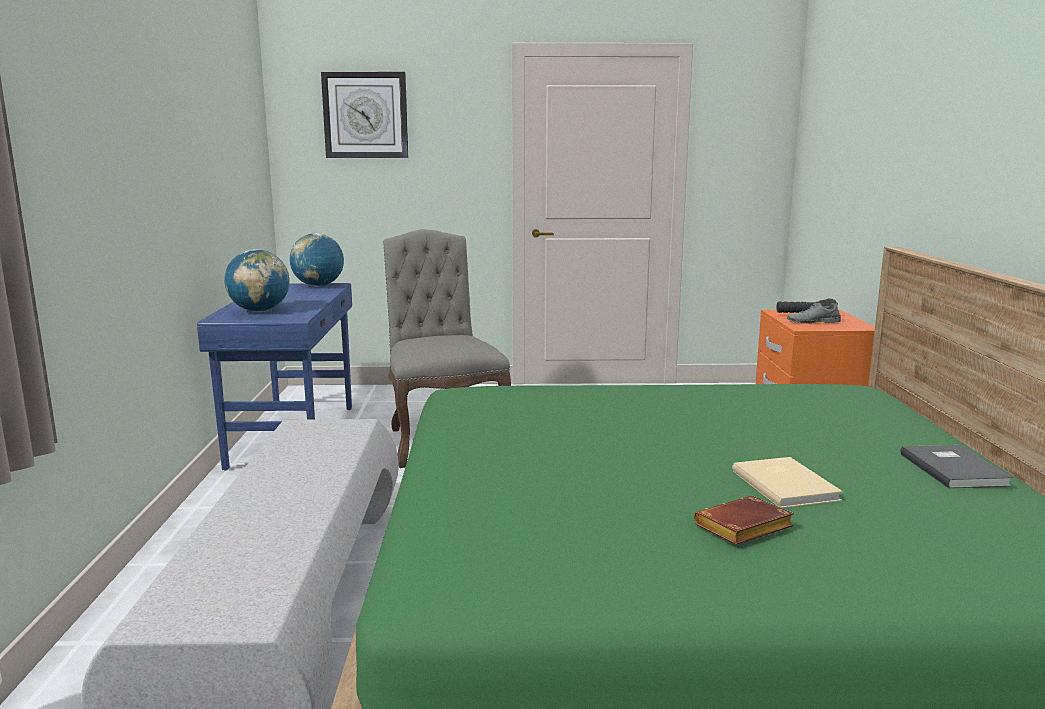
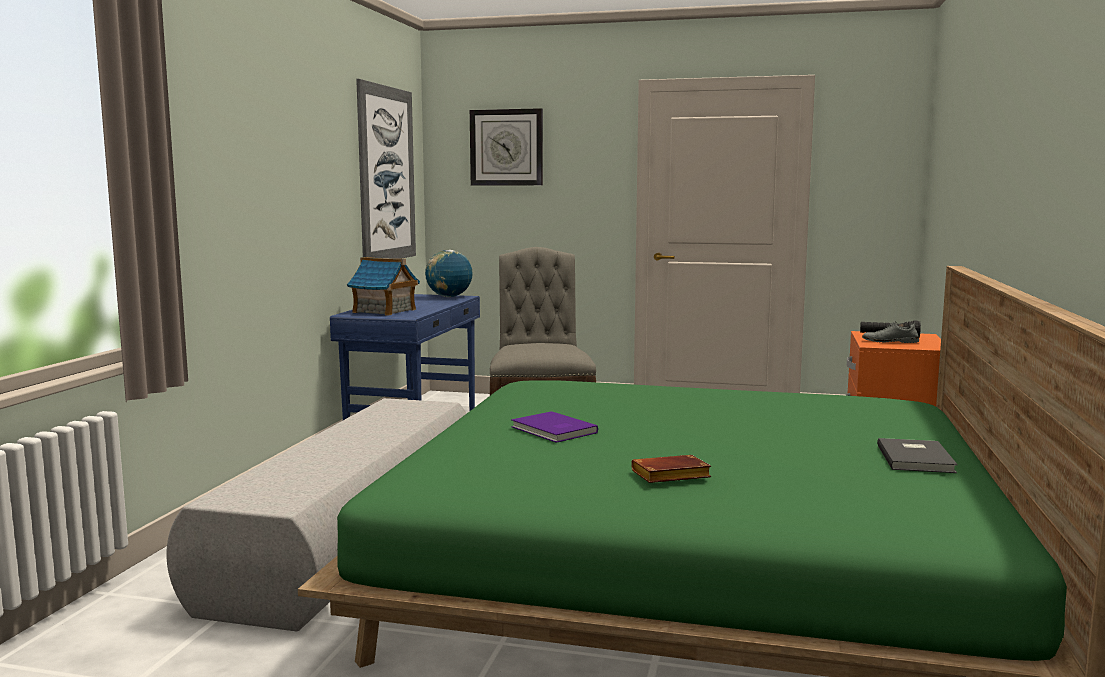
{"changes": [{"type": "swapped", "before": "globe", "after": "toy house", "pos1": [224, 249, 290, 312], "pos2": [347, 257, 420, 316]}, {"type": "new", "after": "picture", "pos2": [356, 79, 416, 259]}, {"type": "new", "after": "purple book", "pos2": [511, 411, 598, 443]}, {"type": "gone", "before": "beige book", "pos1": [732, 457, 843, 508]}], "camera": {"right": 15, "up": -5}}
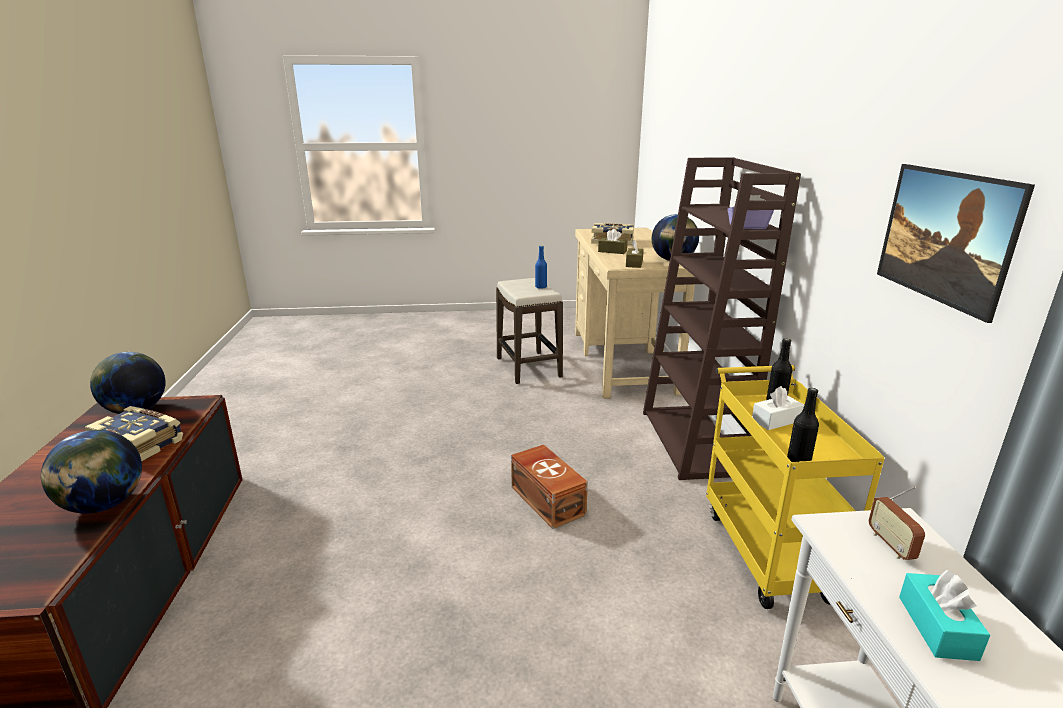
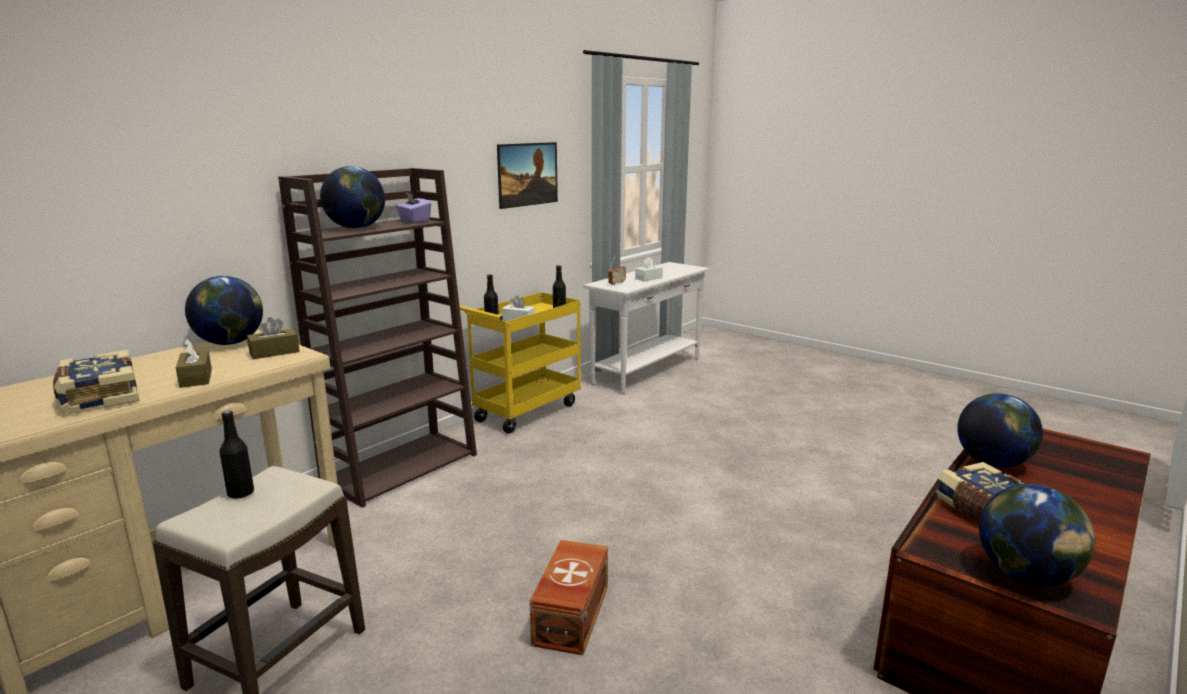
{"changes": [{"type": "repainted", "before": "blue bottle", "after": "black bottle", "pos1": [535, 246, 547, 288], "pos2": [220, 410, 254, 499]}, {"type": "new", "after": "globe", "pos2": [320, 166, 385, 229]}, {"type": "shifted", "before": "brown storage box", "pos1": [511, 444, 588, 529], "pos2": [530, 540, 608, 655]}, {"type": "repainted", "before": "turquoise tissue box", "after": "white tissue box", "pos1": [899, 570, 990, 661], "pos2": [635, 257, 663, 281]}], "camera": {"right": -135, "up": -5}}
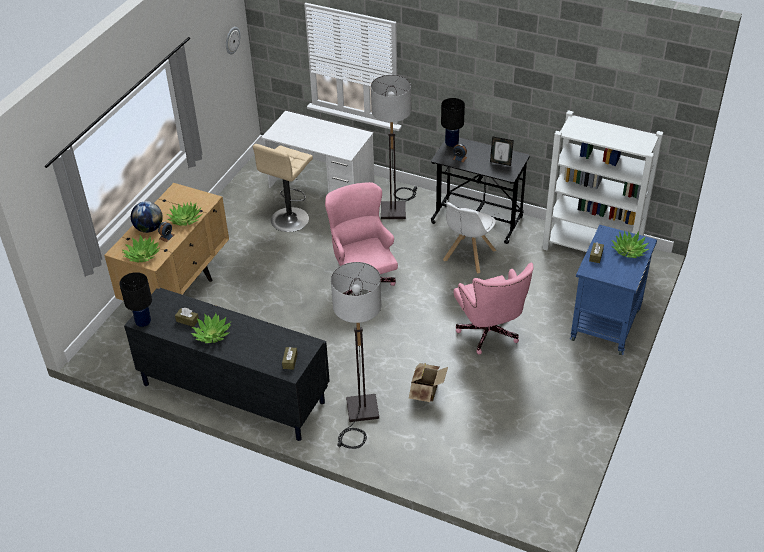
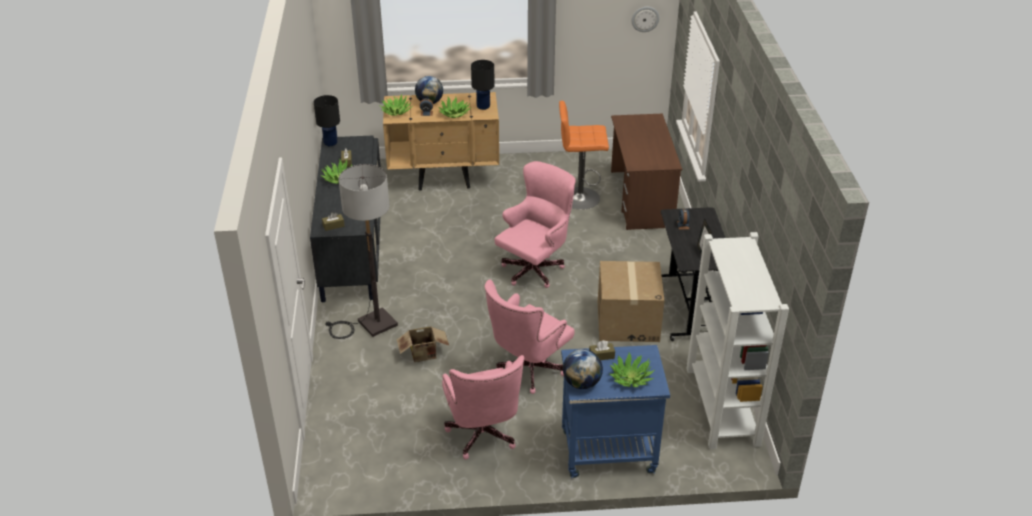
{"changes": [{"type": "new", "after": "pink office chair", "pos2": [442, 355, 524, 460]}, {"type": "shifted", "before": "black table lamp", "pos1": [441, 98, 465, 147], "pos2": [471, 60, 495, 110]}, {"type": "repainted", "before": "beige stool", "after": "orange stool", "pos1": [253, 144, 313, 232], "pos2": [559, 101, 609, 210]}, {"type": "new", "after": "globe", "pos2": [563, 349, 603, 389]}, {"type": "swapped", "before": "white chair", "after": "cardboard box", "pos1": [443, 202, 496, 274], "pos2": [598, 261, 665, 342]}, {"type": "repainted", "before": "white desk", "after": "brown desk", "pos1": [261, 111, 374, 193], "pos2": [611, 114, 682, 230]}, {"type": "gone", "before": "floor lamp", "pos1": [371, 75, 417, 219]}], "camera": {"right": 60, "up": -5}}
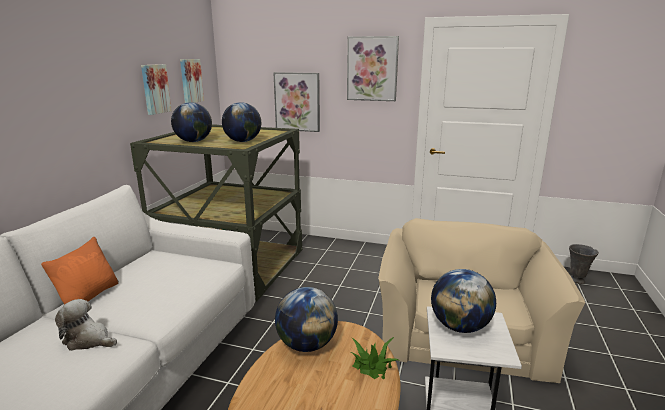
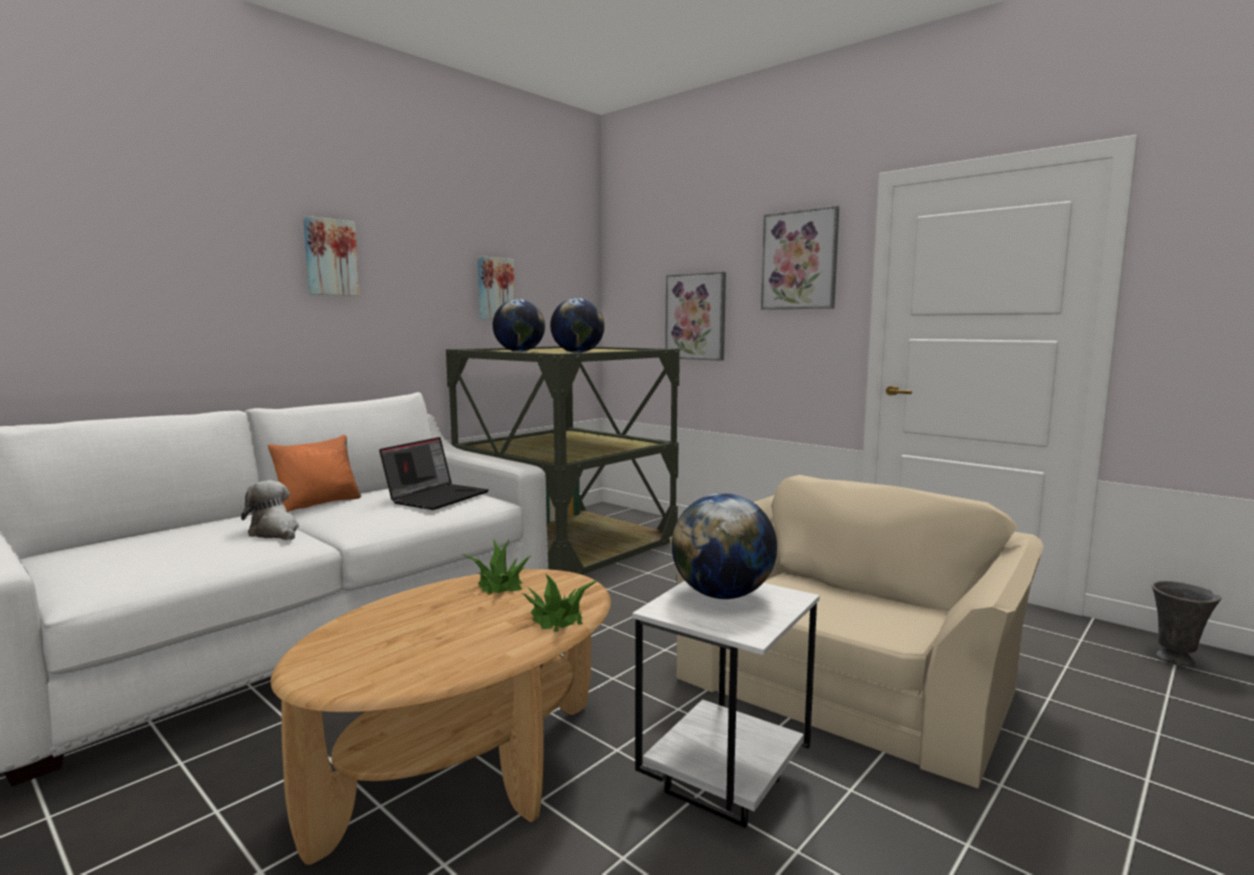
{"changes": [{"type": "shifted", "before": "picture", "pos1": [180, 59, 204, 103], "pos2": [303, 216, 359, 296]}, {"type": "new", "after": "laptop", "pos2": [379, 437, 489, 510]}, {"type": "swapped", "before": "globe", "after": "potted plant", "pos1": [275, 287, 338, 352], "pos2": [462, 539, 532, 594]}], "camera": {"right": 25, "up": -10}}
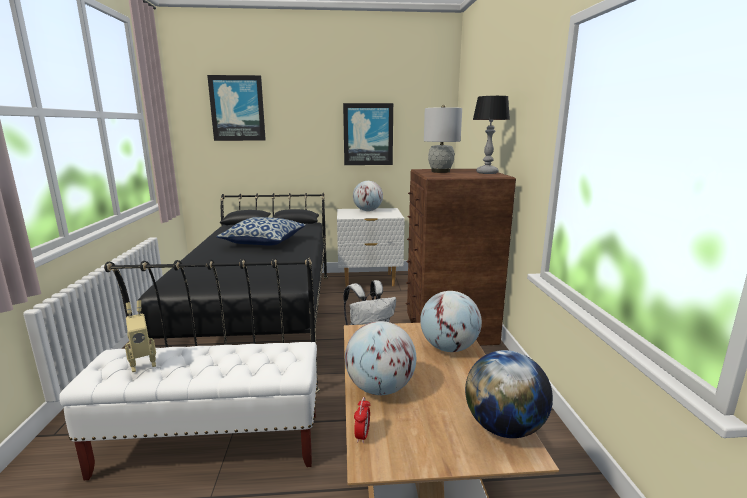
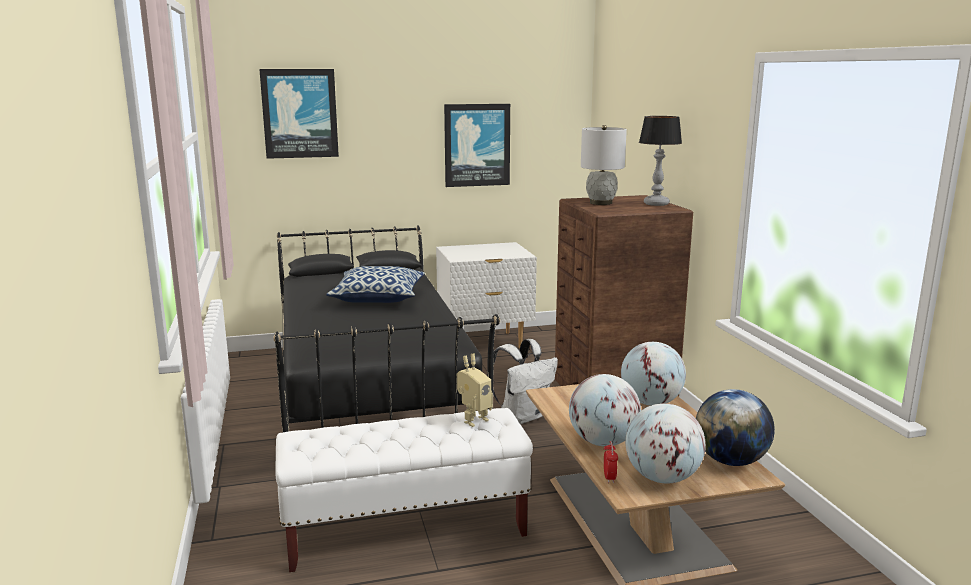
{"changes": [{"type": "shifted", "before": "toy robot", "pos1": [125, 300, 156, 372], "pos2": [457, 354, 493, 427]}, {"type": "shifted", "before": "globe", "pos1": [353, 181, 383, 211], "pos2": [625, 403, 706, 484]}], "camera": {"right": -10, "up": 0}}
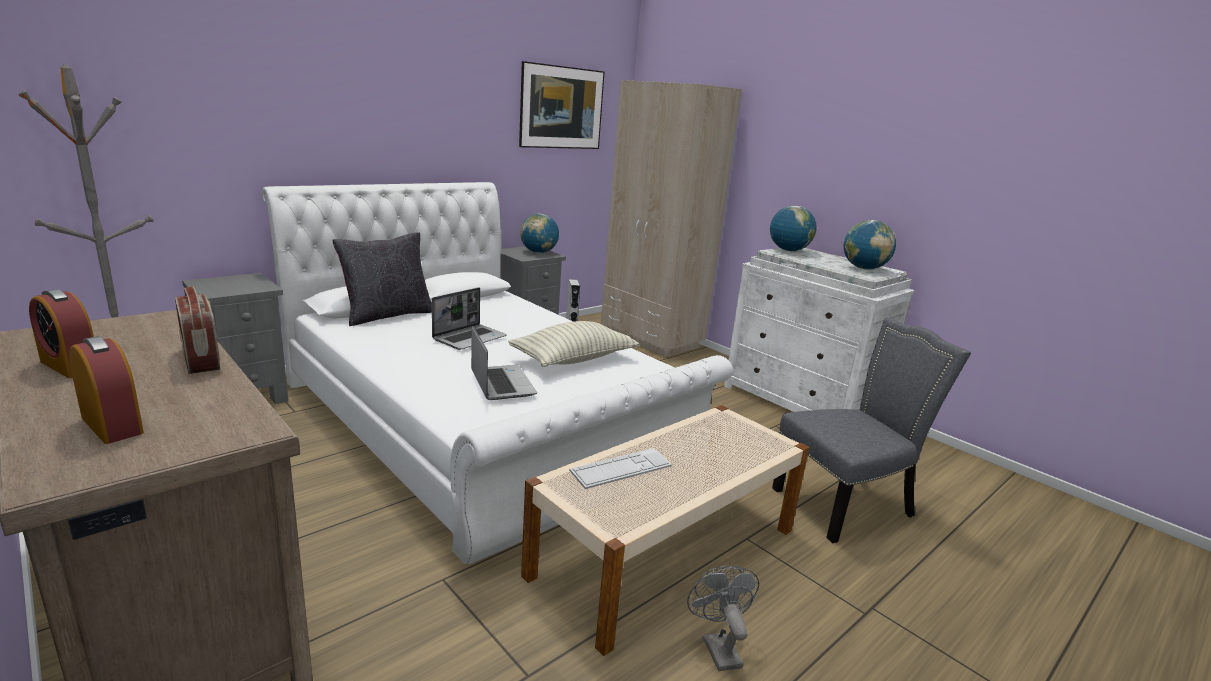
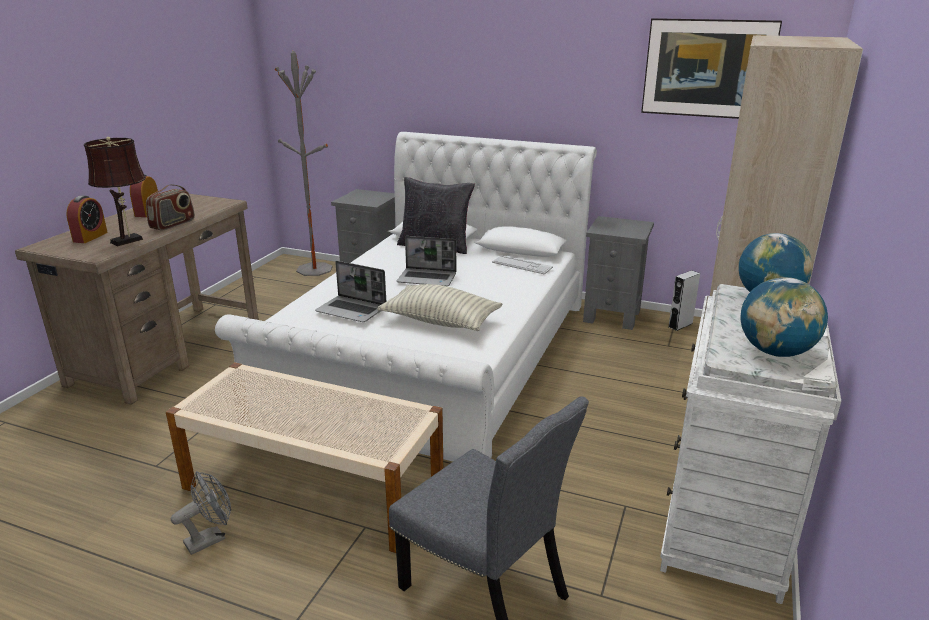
{"changes": [{"type": "new", "after": "brown table lamp", "pos2": [84, 137, 146, 246]}, {"type": "rotated", "before": "laptop", "pos1": [471, 325, 537, 400], "pos2": [315, 261, 386, 322], "turn": 75}, {"type": "shifted", "before": "keyboard", "pos1": [569, 448, 672, 489], "pos2": [492, 255, 553, 275]}, {"type": "gone", "before": "globe", "pos1": [520, 213, 559, 253]}], "camera": {"right": 65, "up": 5}}
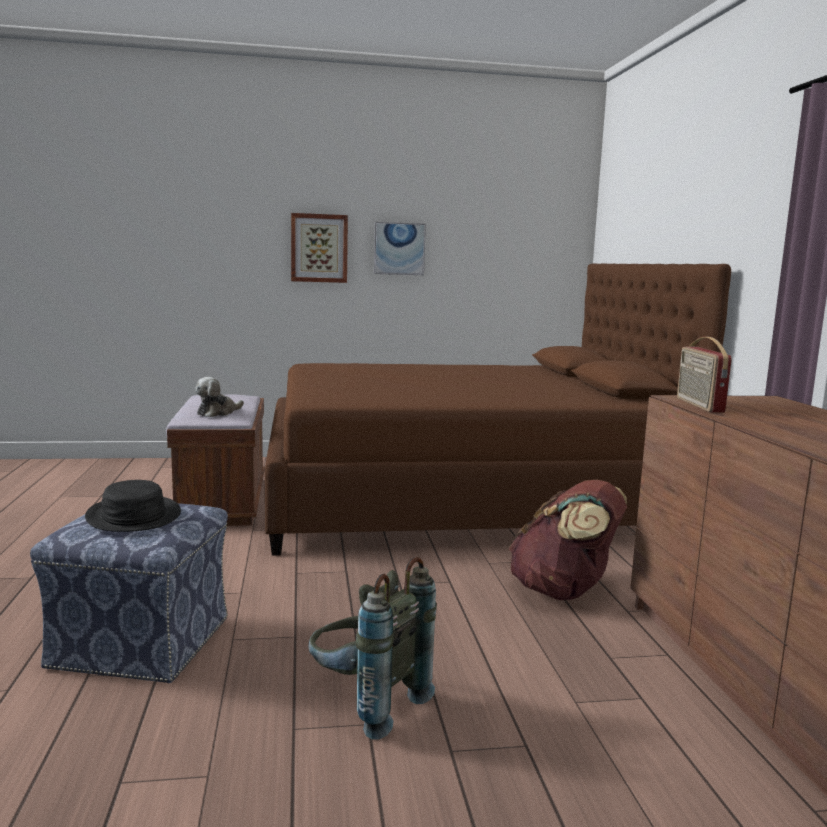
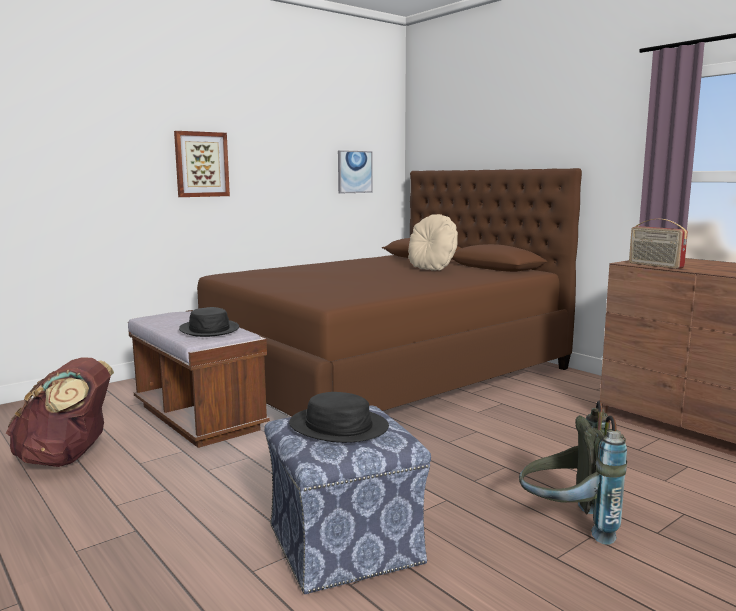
{"changes": [{"type": "shifted", "before": "brown backpack", "pos1": [509, 480, 627, 600], "pos2": [6, 357, 114, 467]}, {"type": "swapped", "before": "plush toy", "after": "black hat", "pos1": [196, 377, 244, 417], "pos2": [179, 307, 239, 337]}, {"type": "shifted", "before": "picture", "pos1": [374, 222, 426, 275], "pos2": [338, 150, 373, 193]}, {"type": "new", "after": "beige pillow", "pos2": [408, 214, 458, 271]}], "camera": {"right": -30, "up": 0}}
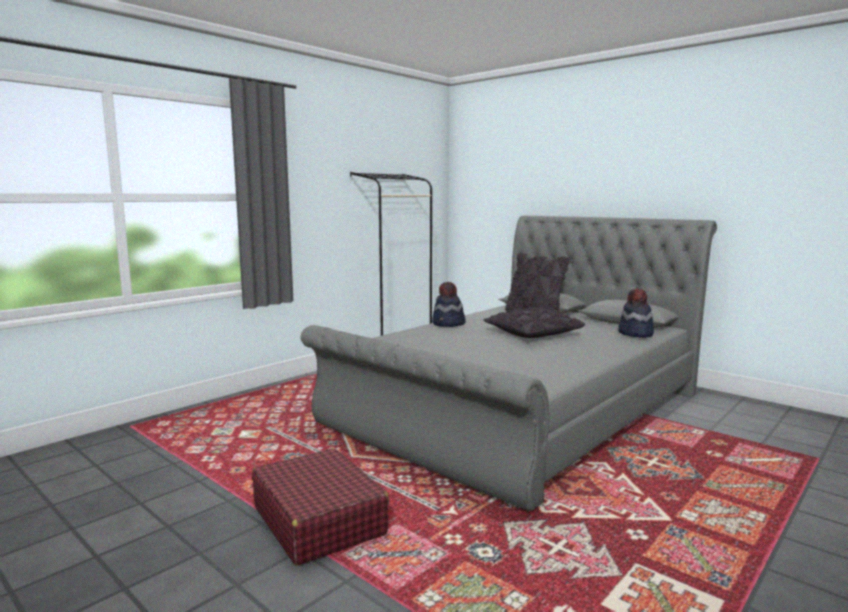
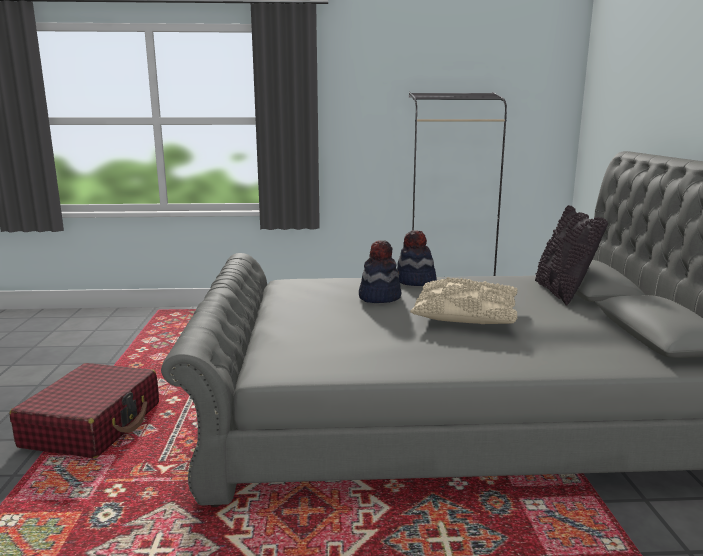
{"changes": [{"type": "shifted", "before": "hat", "pos1": [618, 288, 654, 338], "pos2": [359, 240, 401, 303]}, {"type": "repainted", "before": "black pillow", "after": "beige pillow", "pos1": [483, 308, 585, 338], "pos2": [410, 277, 518, 324]}], "camera": {"right": 45, "up": 5}}
